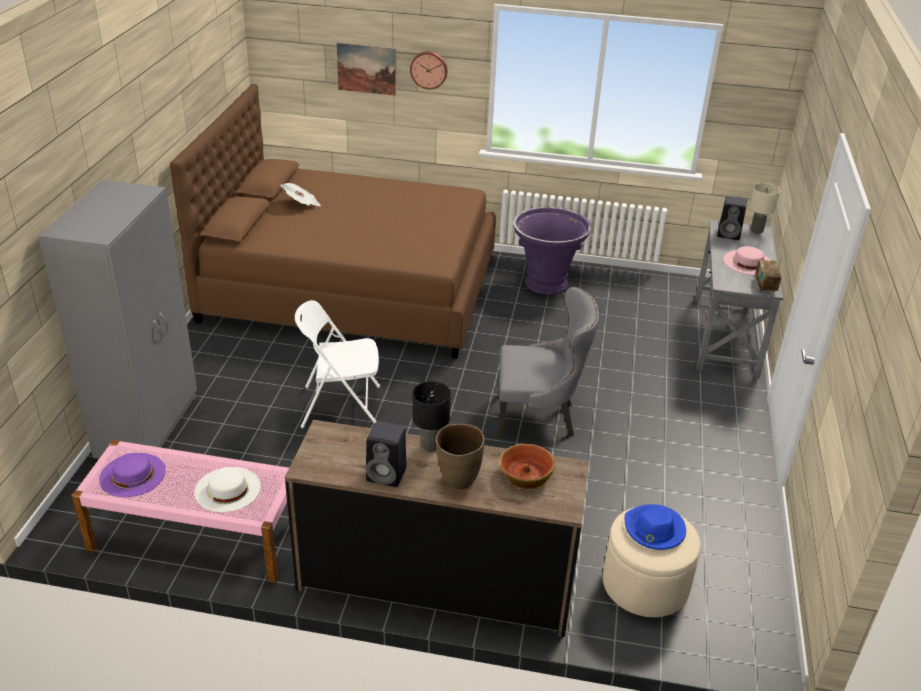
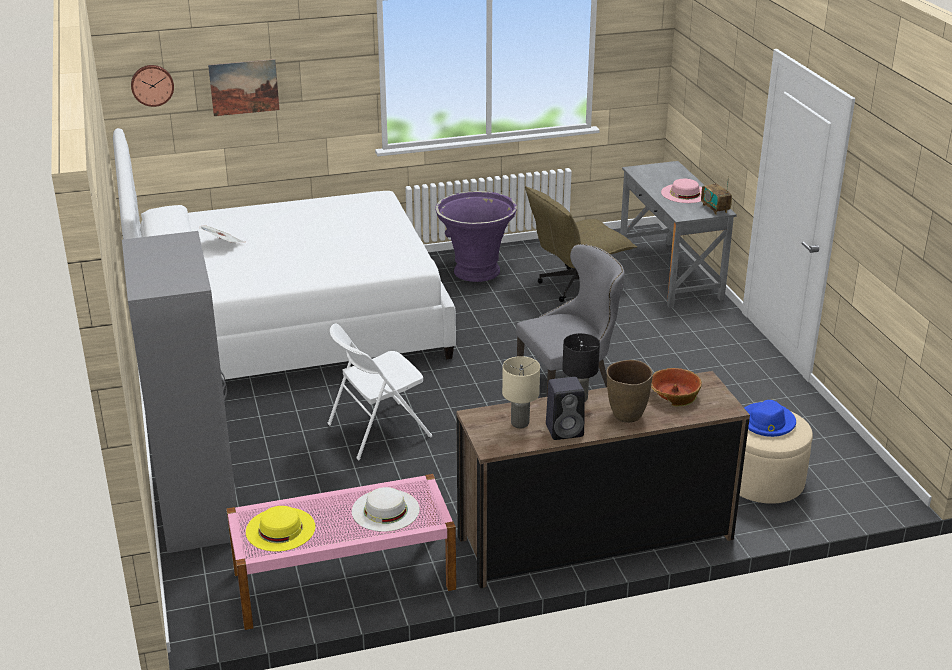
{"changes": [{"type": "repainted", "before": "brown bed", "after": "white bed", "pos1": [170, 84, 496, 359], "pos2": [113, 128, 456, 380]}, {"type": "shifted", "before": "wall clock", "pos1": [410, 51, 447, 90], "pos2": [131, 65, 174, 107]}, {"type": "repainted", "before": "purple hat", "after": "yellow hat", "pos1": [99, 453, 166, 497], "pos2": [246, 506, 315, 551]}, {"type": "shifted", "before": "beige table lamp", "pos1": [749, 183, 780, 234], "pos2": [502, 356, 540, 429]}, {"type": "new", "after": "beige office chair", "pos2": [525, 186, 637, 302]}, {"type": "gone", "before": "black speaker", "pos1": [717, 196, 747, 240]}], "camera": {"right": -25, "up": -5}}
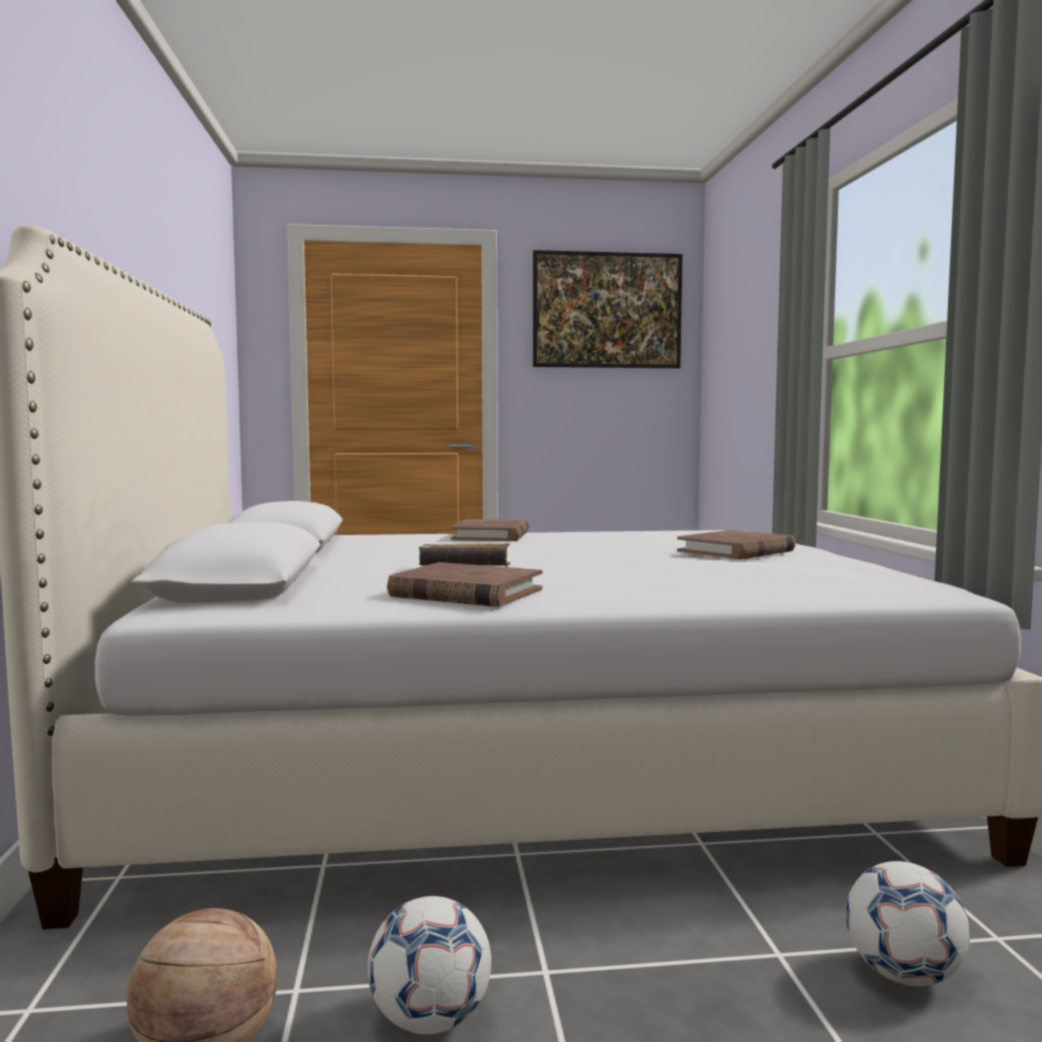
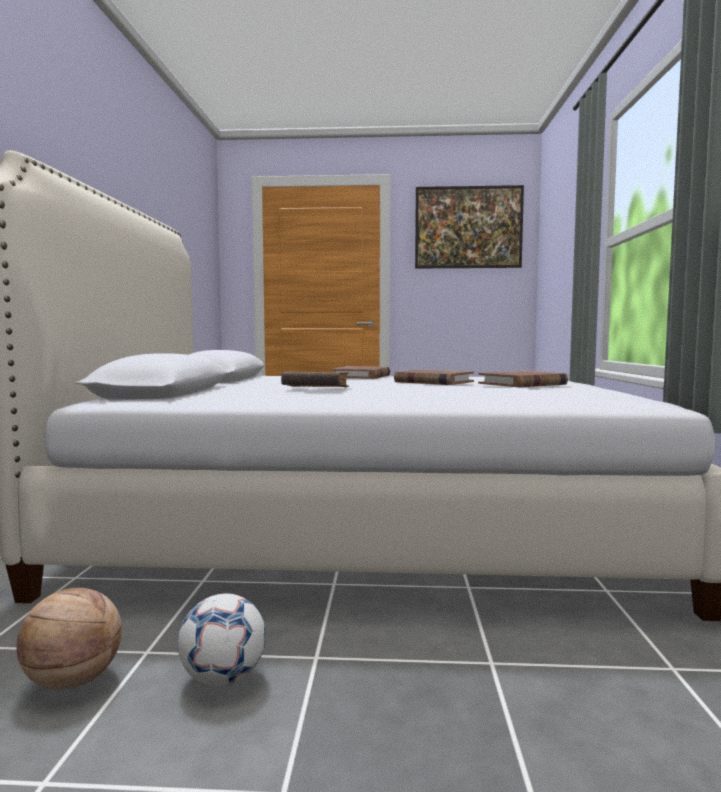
{"changes": [{"type": "shifted", "before": "brown book", "pos1": [387, 562, 542, 607], "pos2": [394, 370, 474, 385]}, {"type": "gone", "before": "football", "pos1": [846, 861, 970, 986]}], "camera": {"right": 10, "up": 0}}
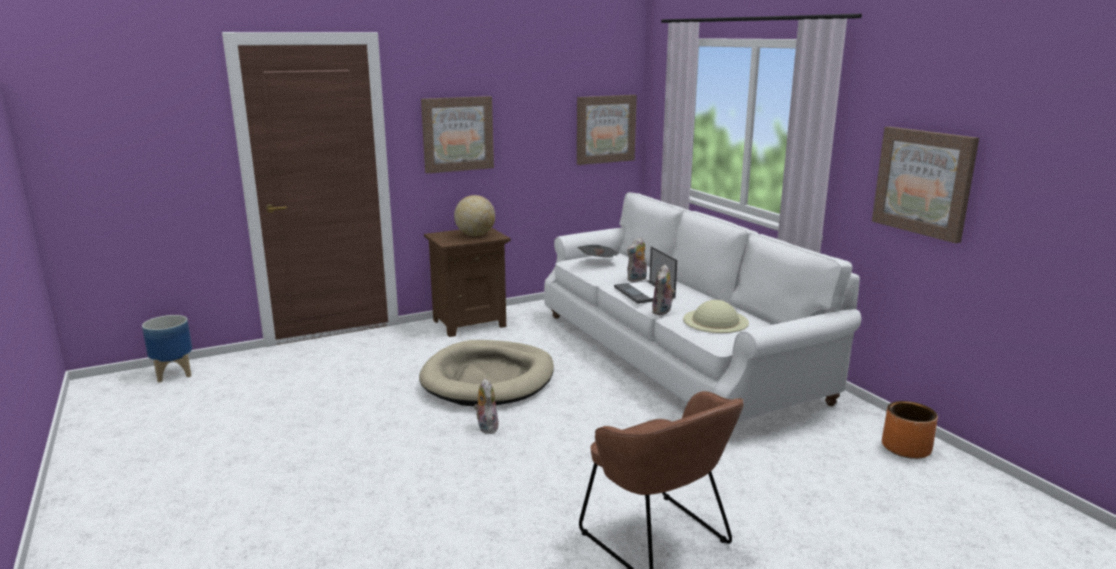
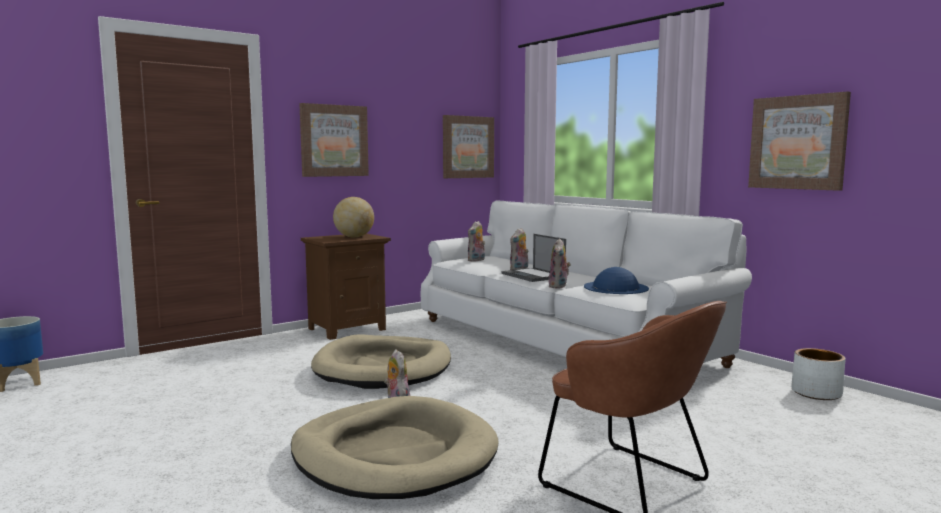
{"changes": [{"type": "new", "after": "beige dog bed", "pos2": [291, 396, 498, 499]}, {"type": "swapped", "before": "newspaper", "after": "plush toy", "pos1": [577, 245, 619, 258], "pos2": [468, 221, 485, 262]}, {"type": "repainted", "before": "beige hat", "after": "blue hat", "pos1": [683, 300, 749, 333], "pos2": [584, 267, 649, 294]}, {"type": "repainted", "before": "orange planter", "after": "white planter", "pos1": [882, 401, 938, 459], "pos2": [792, 348, 846, 400]}], "camera": {"right": -10, "up": -10}}
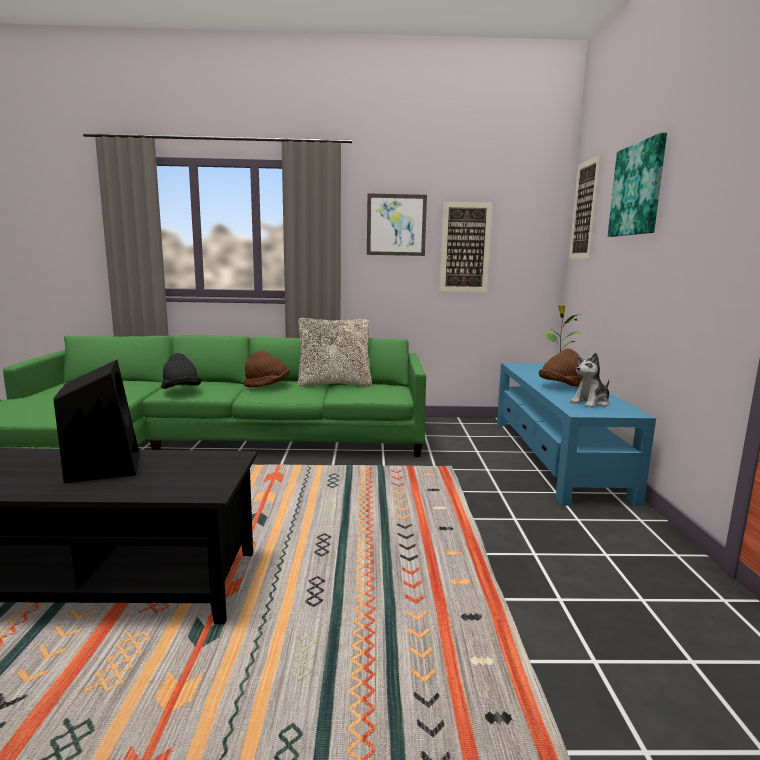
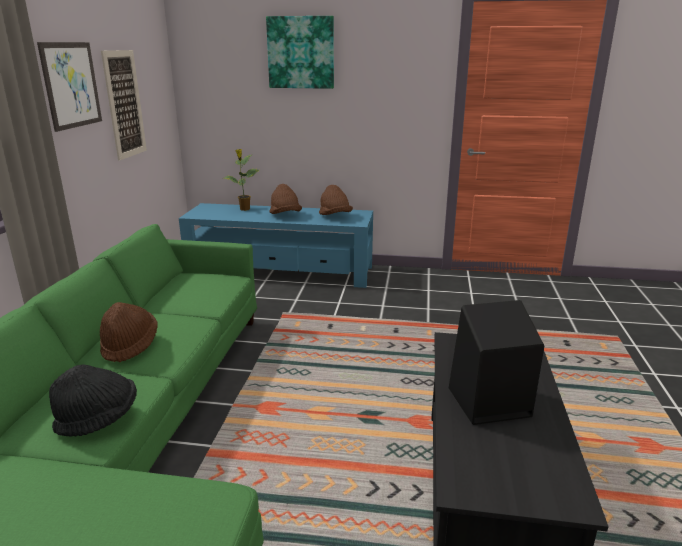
{"changes": [{"type": "swapped", "before": "plush toy", "after": "brown hat", "pos1": [570, 353, 609, 408], "pos2": [319, 185, 353, 215]}, {"type": "gone", "before": "beige pillow", "pos1": [298, 318, 372, 386]}, {"type": "gone", "before": "picture", "pos1": [569, 155, 601, 259]}], "camera": {"right": -80, "up": 10}}
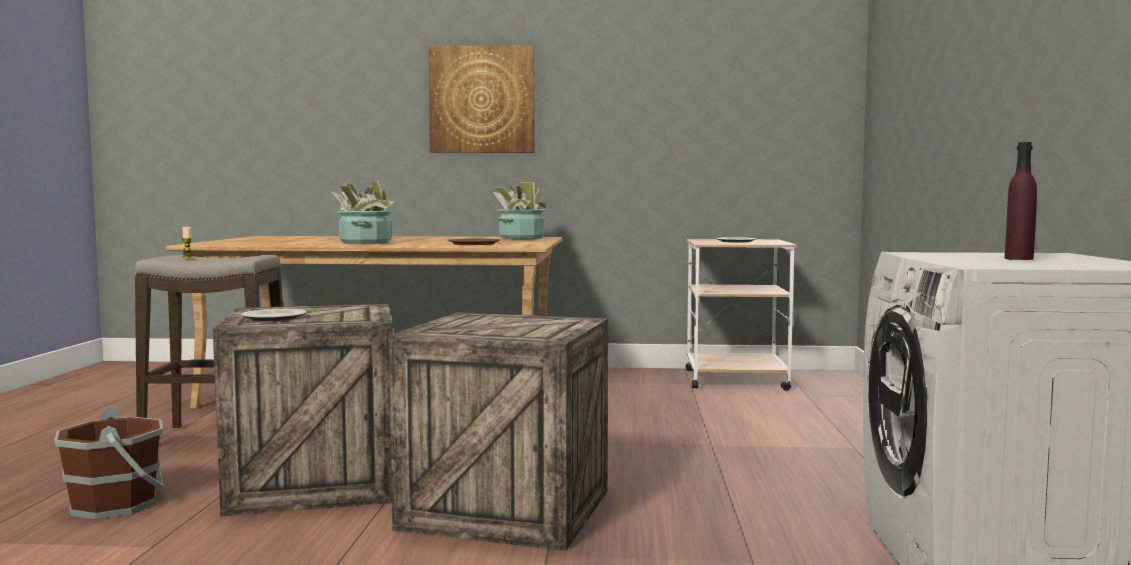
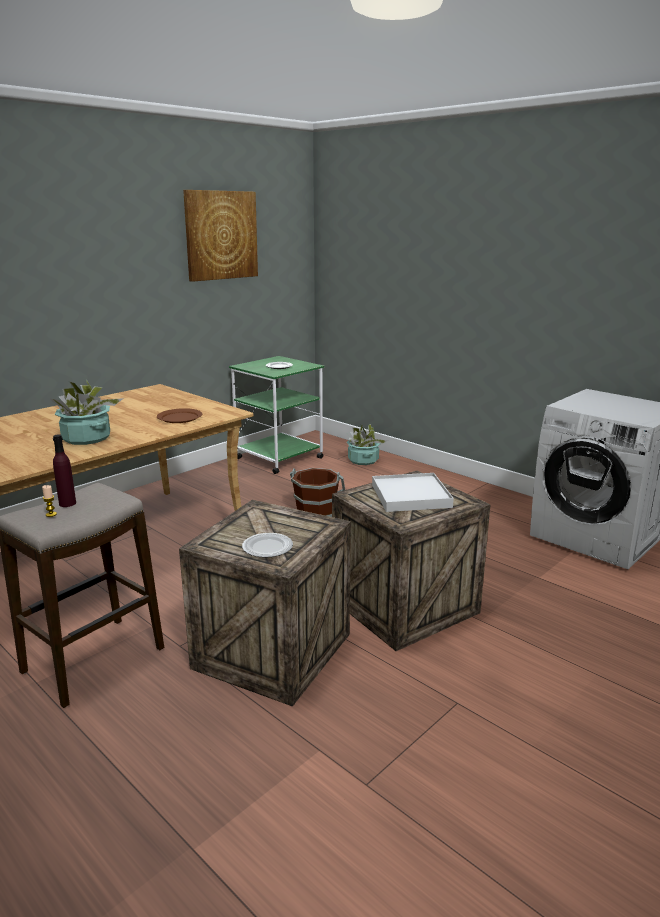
{"changes": [{"type": "shifted", "before": "purple bottle", "pos1": [1004, 142, 1037, 260], "pos2": [53, 434, 76, 507]}, {"type": "shifted", "before": "picture", "pos1": [429, 45, 535, 153], "pos2": [183, 190, 258, 282]}, {"type": "repainted", "before": "beige cart", "after": "green cart", "pos1": [686, 239, 797, 391], "pos2": [229, 356, 324, 474]}, {"type": "shifted", "before": "brown bucket", "pos1": [54, 405, 164, 519], "pos2": [290, 468, 345, 517]}, {"type": "shifted", "before": "potted plant", "pos1": [493, 182, 546, 239], "pos2": [347, 424, 388, 465]}, {"type": "new", "after": "white tray", "pos2": [372, 473, 454, 512]}], "camera": {"right": -50, "up": 15}}
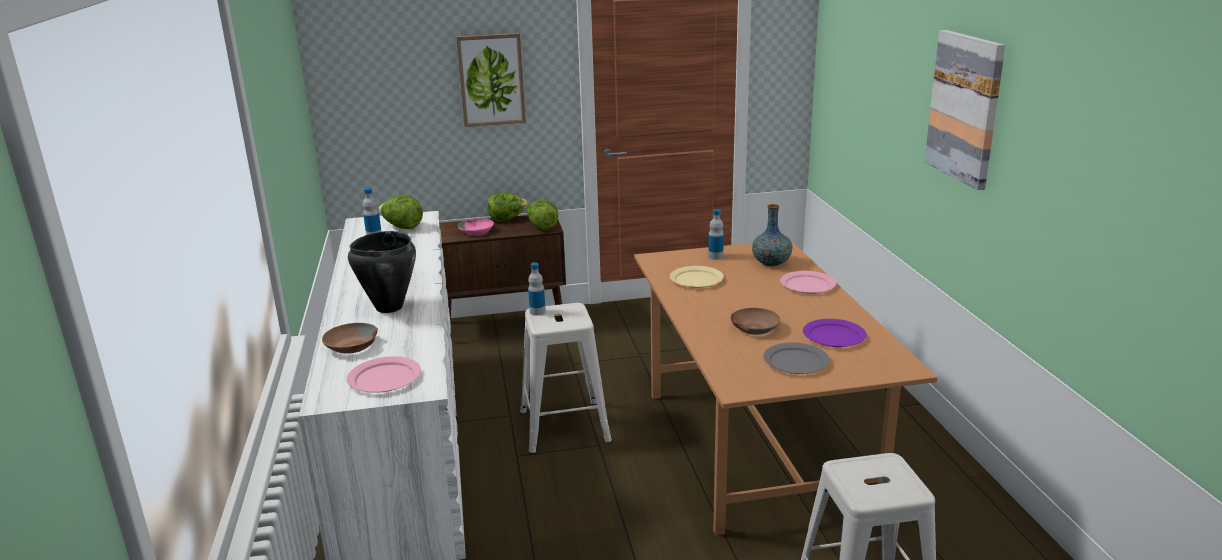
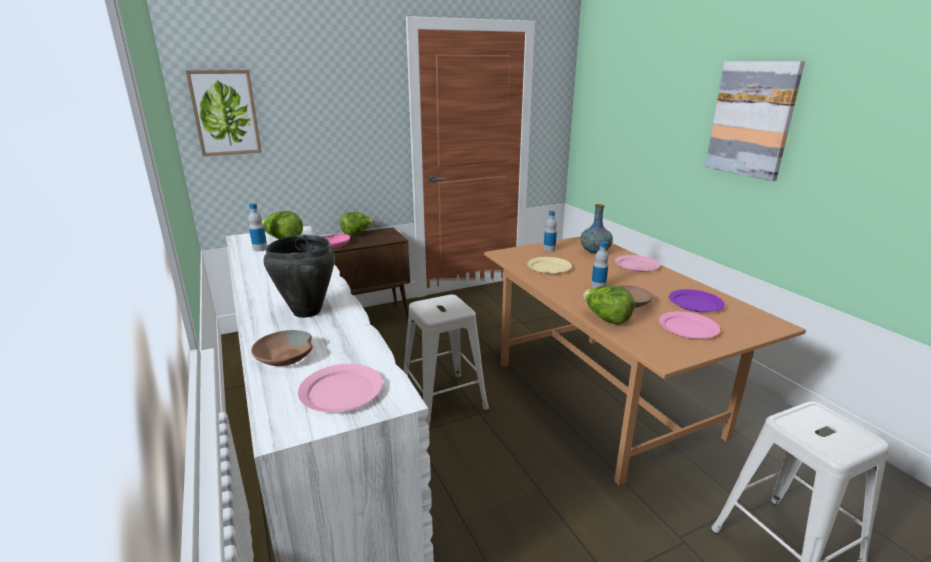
{"changes": [{"type": "shifted", "before": "picture", "pos1": [456, 33, 526, 127], "pos2": [186, 70, 262, 156]}, {"type": "shifted", "before": "lettuce", "pos1": [527, 200, 558, 230], "pos2": [582, 285, 635, 324]}, {"type": "shifted", "before": "bottle", "pos1": [528, 262, 546, 316], "pos2": [591, 241, 609, 288]}, {"type": "repainted", "before": "grey plate", "after": "pink plate", "pos1": [763, 342, 830, 374], "pos2": [659, 311, 720, 339]}], "camera": {"right": -15, "up": 0}}
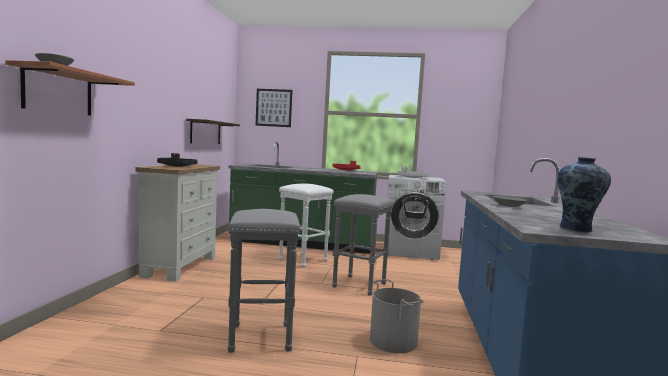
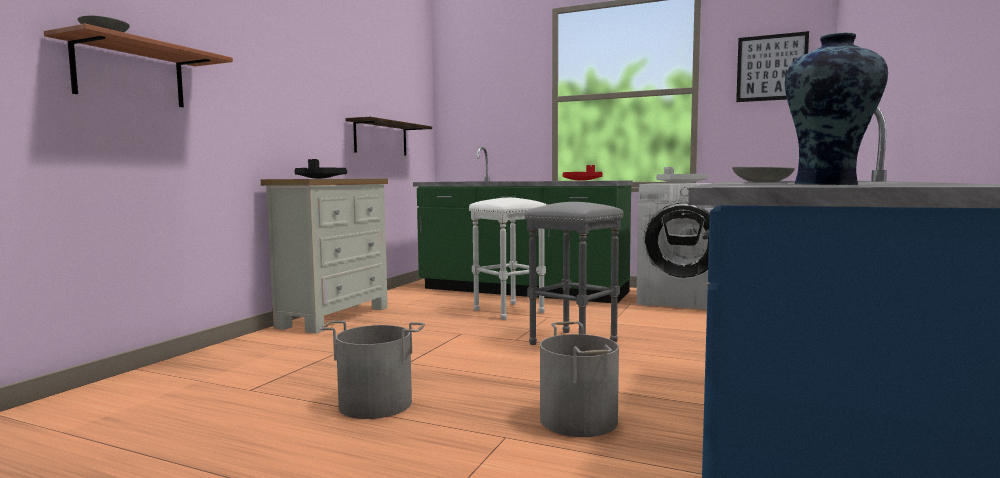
{"changes": [{"type": "swapped", "before": "grey stool", "after": "grey bucket", "pos1": [228, 209, 301, 353], "pos2": [320, 321, 425, 419]}, {"type": "shifted", "before": "picture", "pos1": [255, 89, 293, 127], "pos2": [736, 31, 809, 102]}], "camera": {"right": 15, "up": 0}}
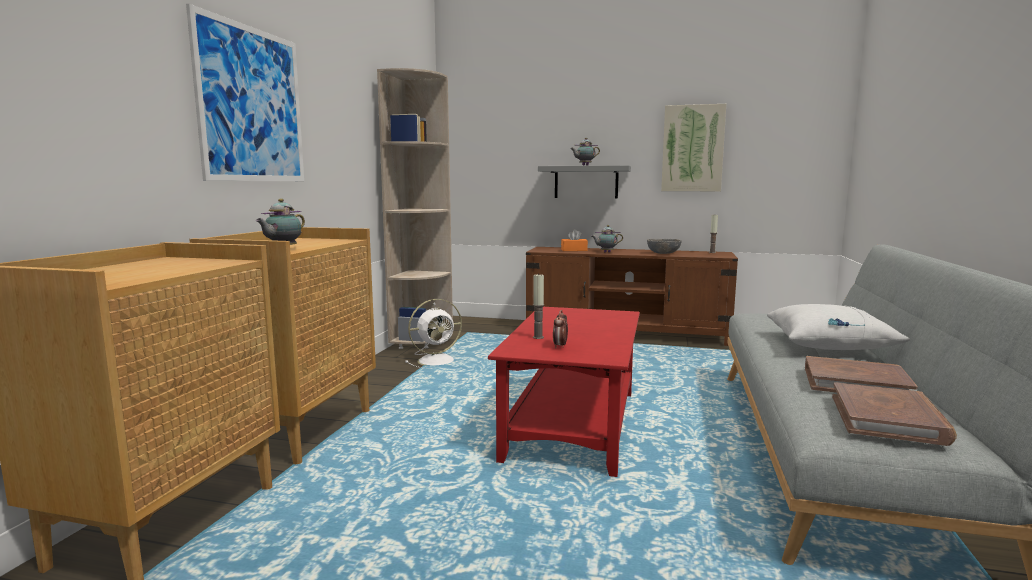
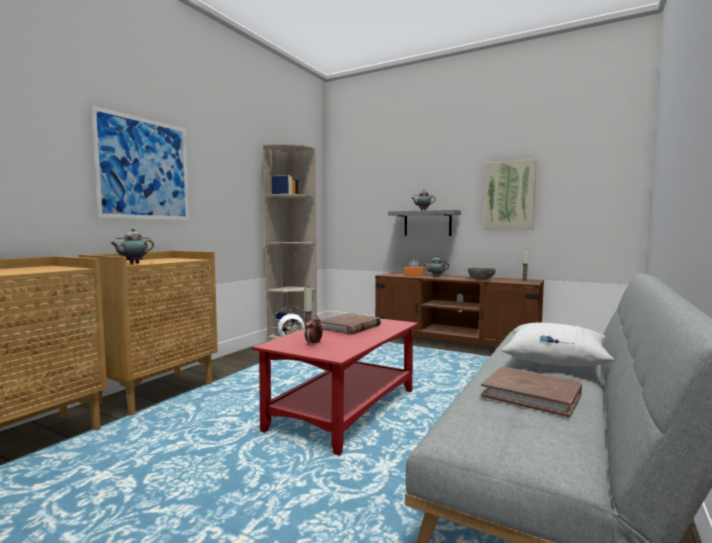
{"changes": [{"type": "shifted", "before": "brown book", "pos1": [832, 382, 957, 446], "pos2": [321, 313, 381, 335]}], "camera": {"right": 15, "up": -5}}
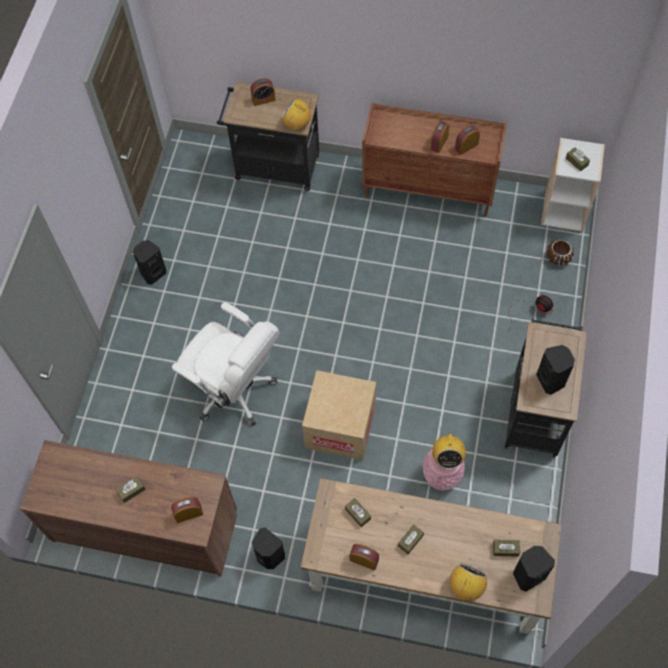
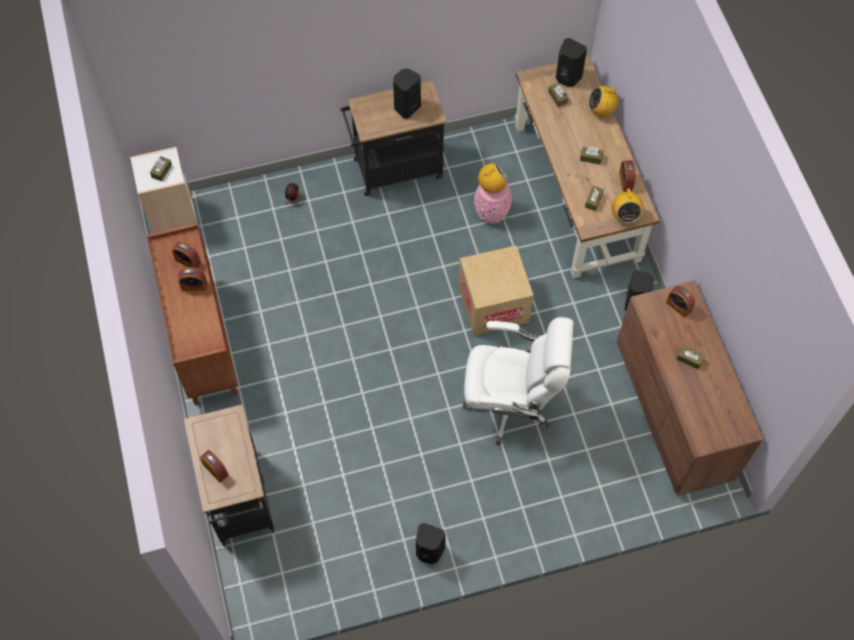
{"changes": [{"type": "rotated", "before": "white office chair", "pos1": [172, 302, 279, 426], "pos2": [463, 317, 573, 445], "turn": 90}, {"type": "shifted", "before": "radio", "pos1": [281, 99, 314, 130], "pos2": [612, 188, 643, 223]}, {"type": "gone", "before": "brown planter", "pos1": [547, 239, 574, 266]}], "camera": {"right": -120, "up": 0}}
